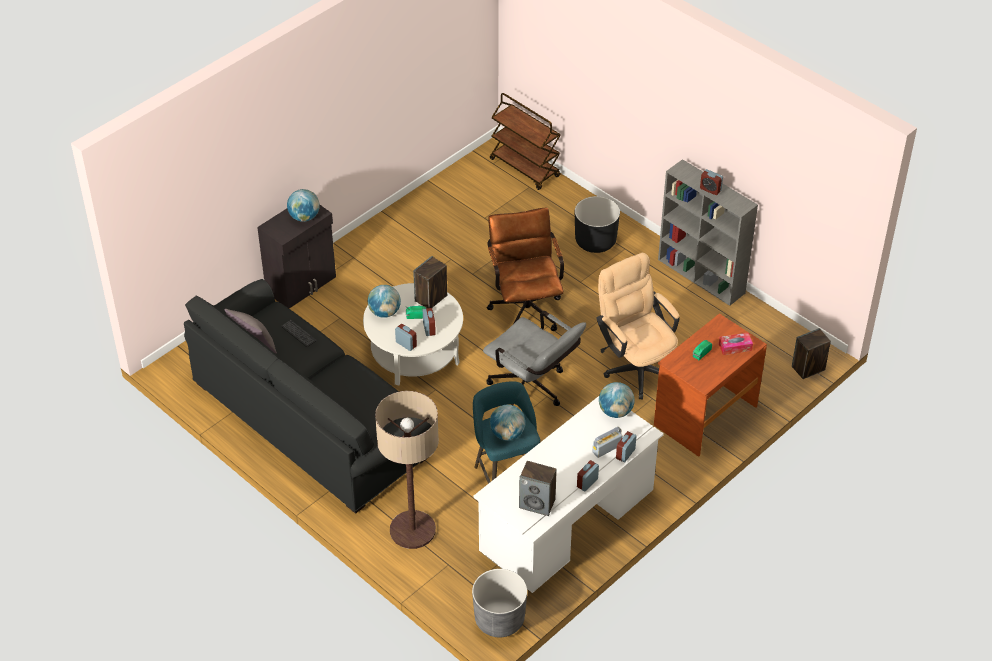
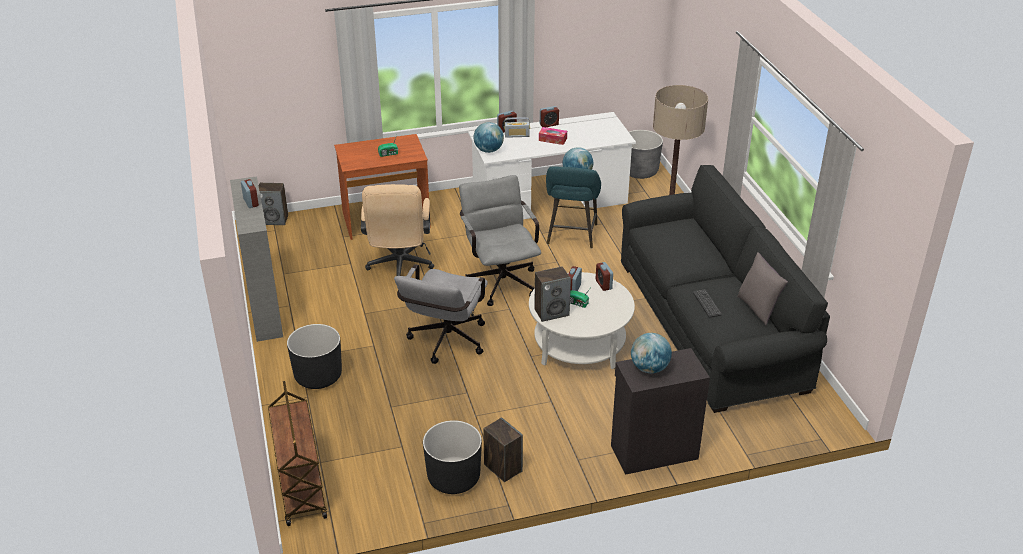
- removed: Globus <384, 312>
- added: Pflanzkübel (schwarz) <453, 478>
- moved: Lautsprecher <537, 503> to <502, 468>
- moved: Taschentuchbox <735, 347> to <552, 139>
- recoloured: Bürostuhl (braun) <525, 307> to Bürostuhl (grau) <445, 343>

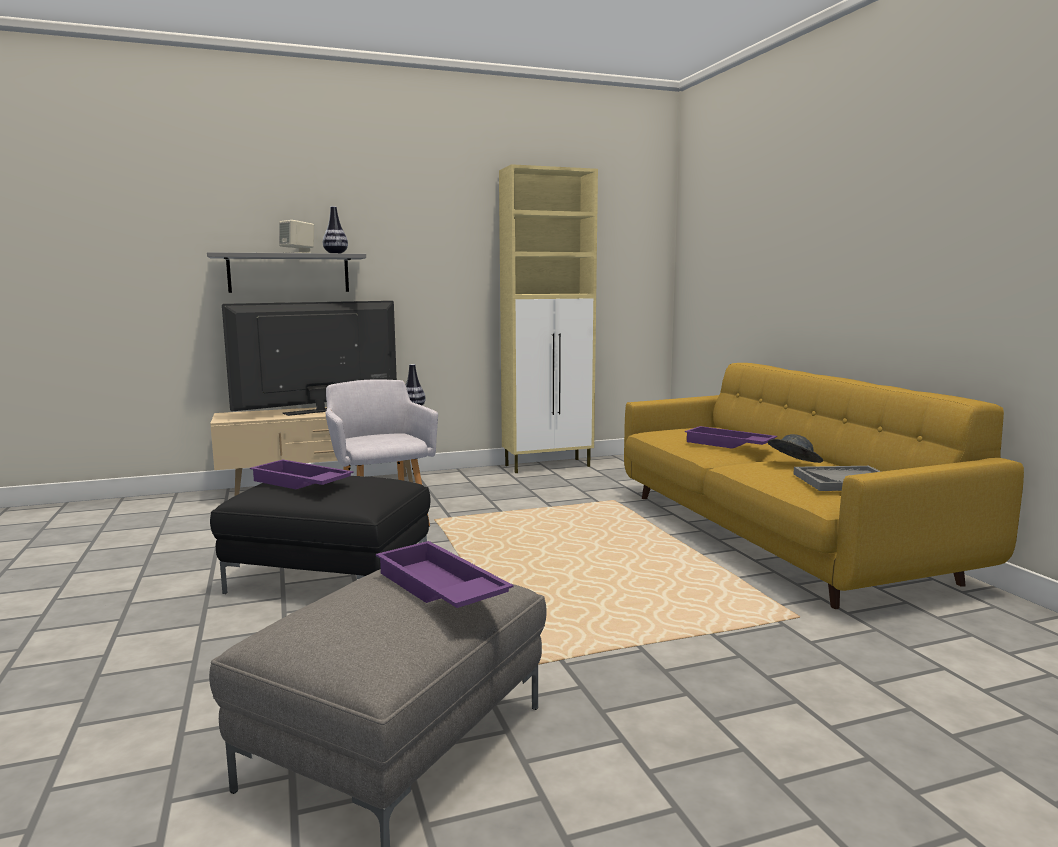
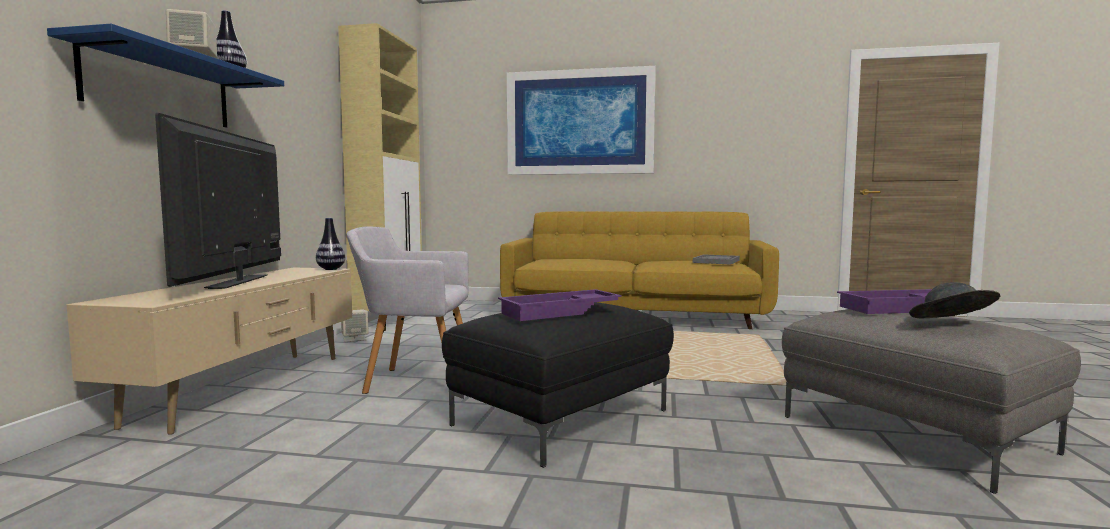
- removed: Tablett (lila) <728, 444>
- added: Lautsprecher (beige) <355, 339>
- added: Bild <579, 122>
- moved: Hut (grau) <793, 464> to <951, 324>
- recoloured: Wandregal (grau) <289, 273> to Wandregal (blau) <160, 88>

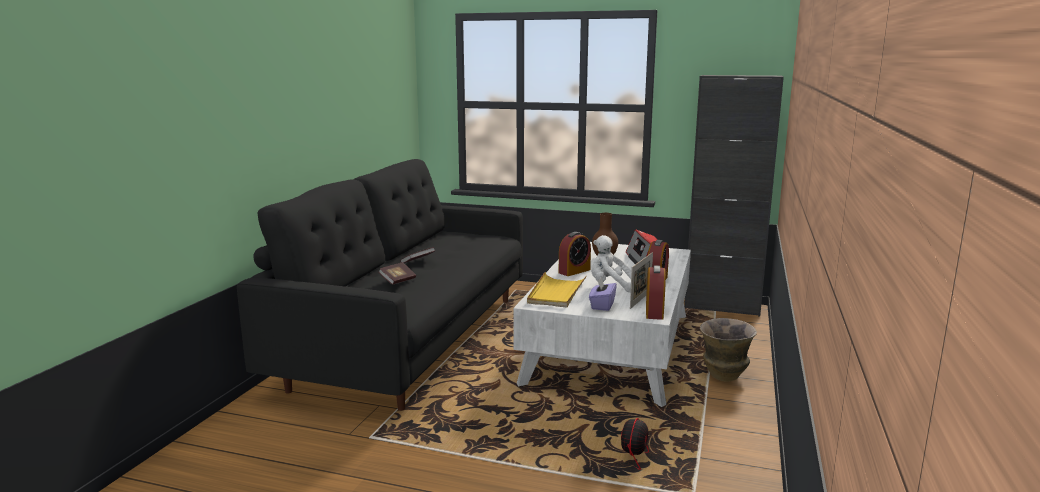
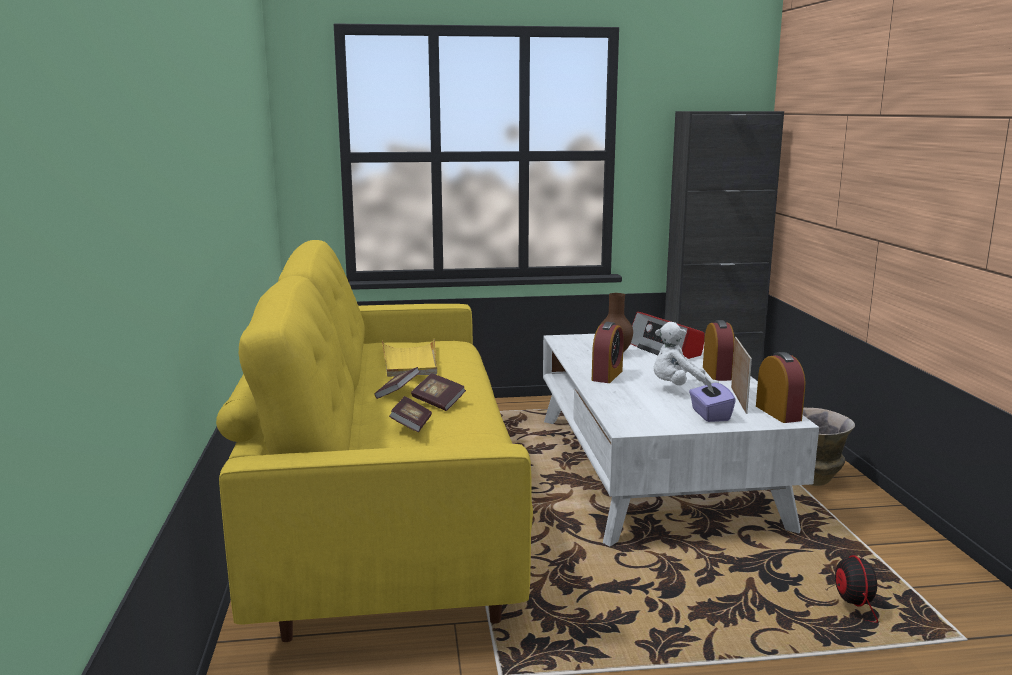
- added: Buch <438, 402>
- moved: Tablett (gelb) <556, 293> to <410, 361>
- recoloured: Sofa (schwarz) <410, 340> to Sofa (gelb) <387, 512>

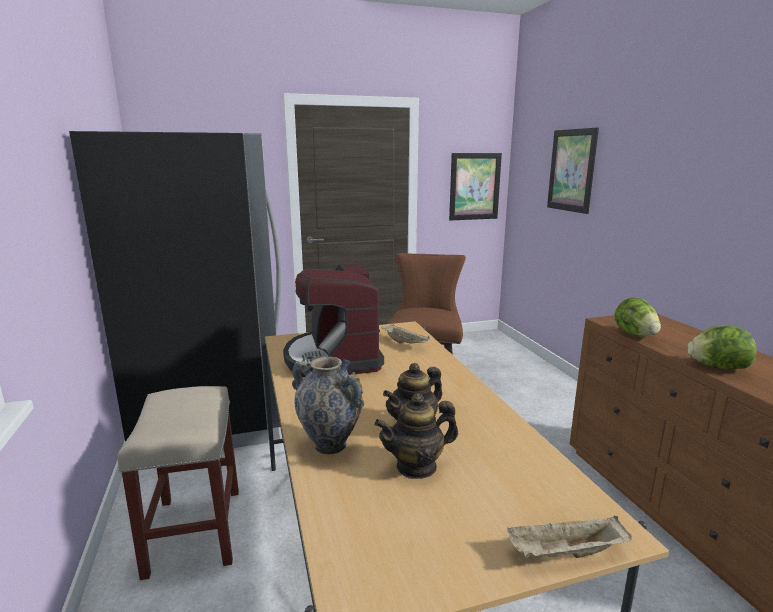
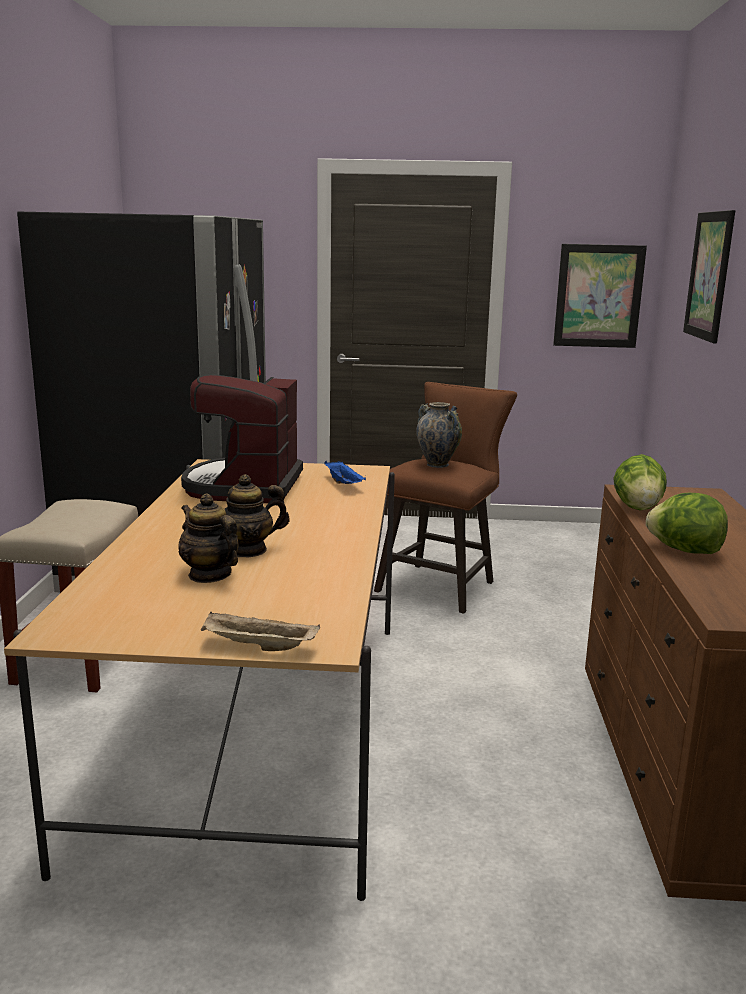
- moved: Vase <330, 445> to <437, 464>
- recoloured: Tablett (beige) <405, 343> to Tablett (blau) <344, 484>
- turned: Teekanne <416, 466> = <209, 575> 45 degrees clockwise

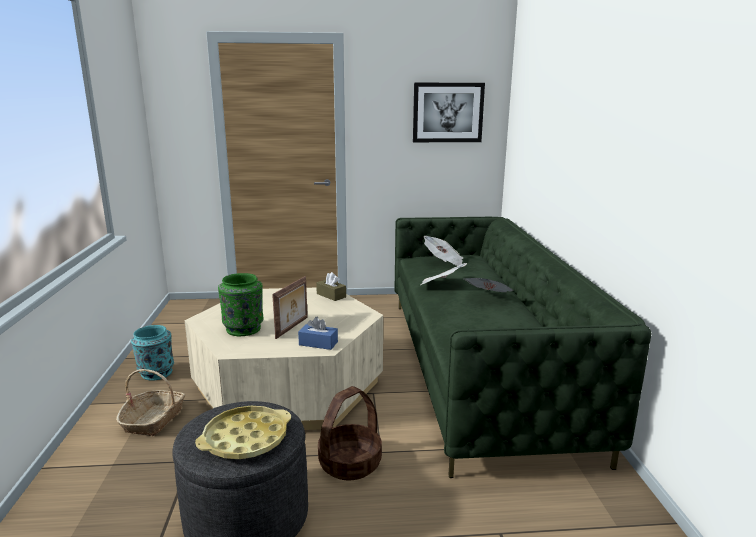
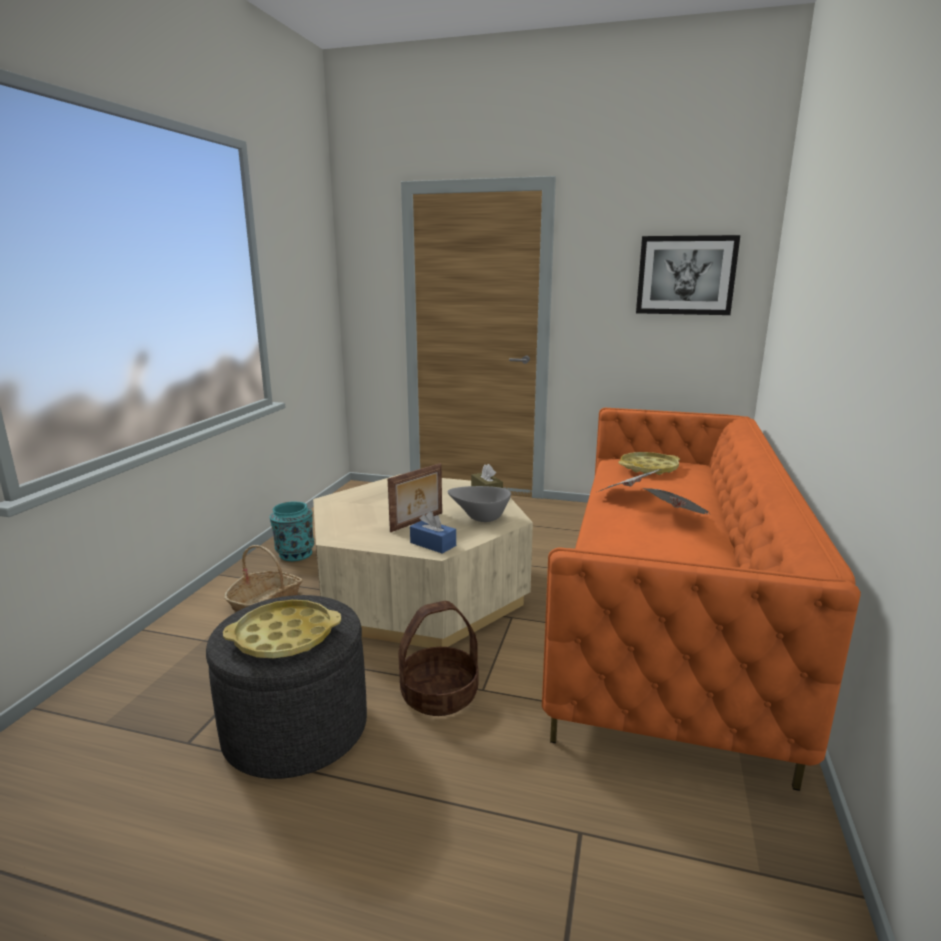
- removed: Vase (grün) <243, 328>
- added: Schüssel (grau) <479, 517>
- replaced: Zeitung <444, 262> to Tablett (gelb) <648, 468>
- recoloured: Sofa (grün) <479, 368> to Sofa (orange) <665, 611>

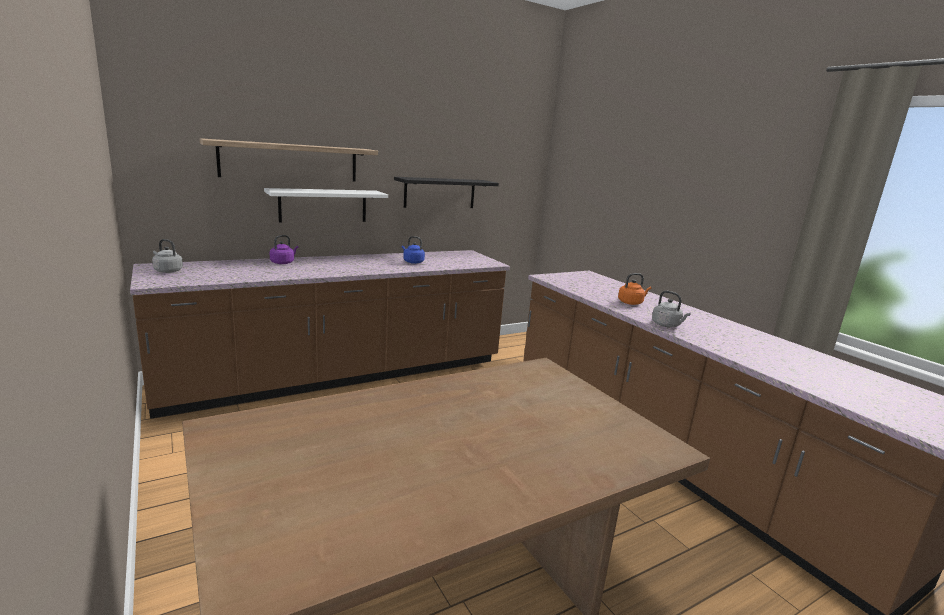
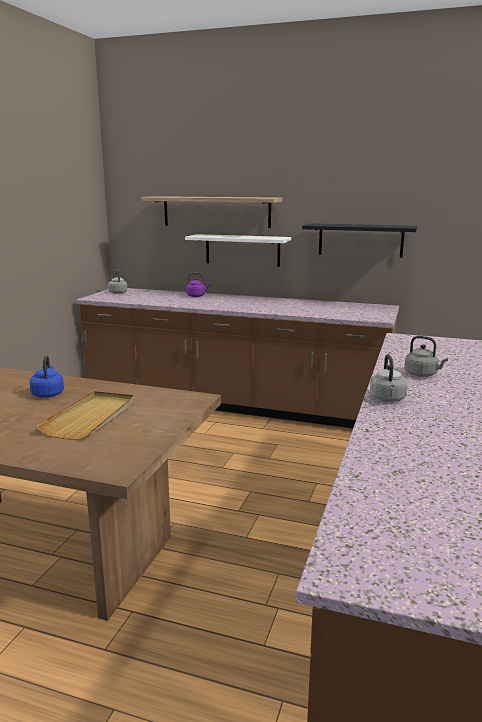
- added: Tablett (beige) <91, 418>
- moved: Wasserkessel (blau) <412, 262> to <48, 393>
- recoloured: Wasserkessel (orange) <631, 303> to Wasserkessel (grau) <422, 374>

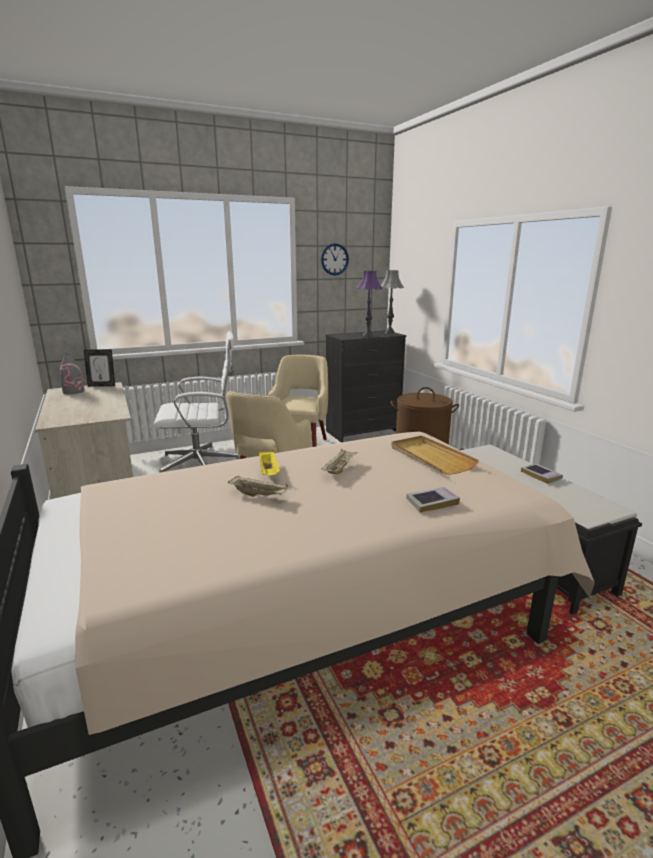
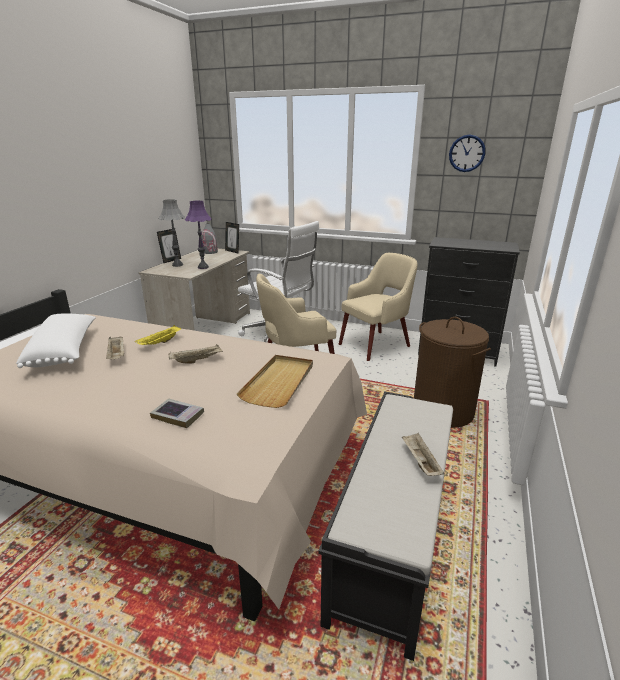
- added: Kissen (weiß) <65, 351>
- added: Bilderrahmen <171, 260>
- moved: Tischlampe (lila) <367, 335> to <203, 267>
- moved: Tischlampe (grau) <389, 333> to <177, 265>
- replaced: Buch <541, 476> to Tablett (beige) <420, 462>

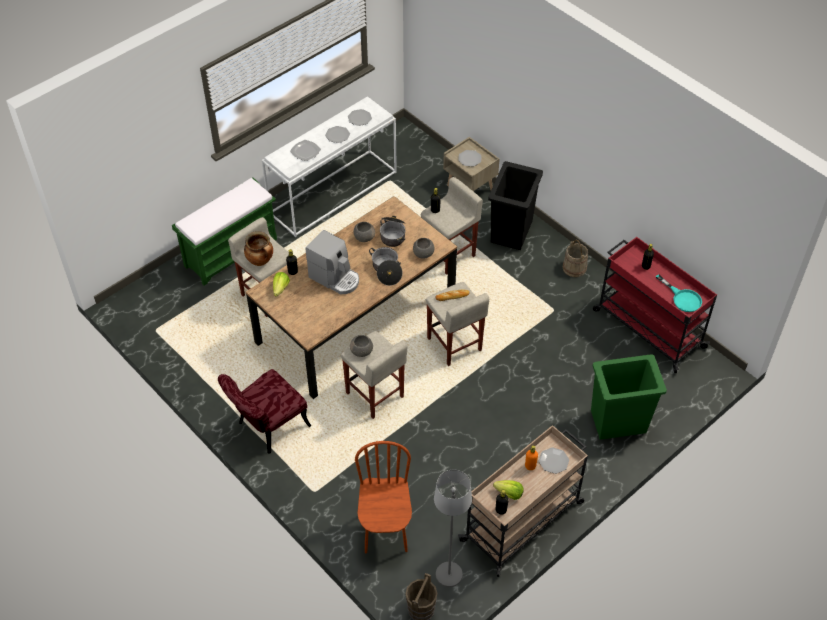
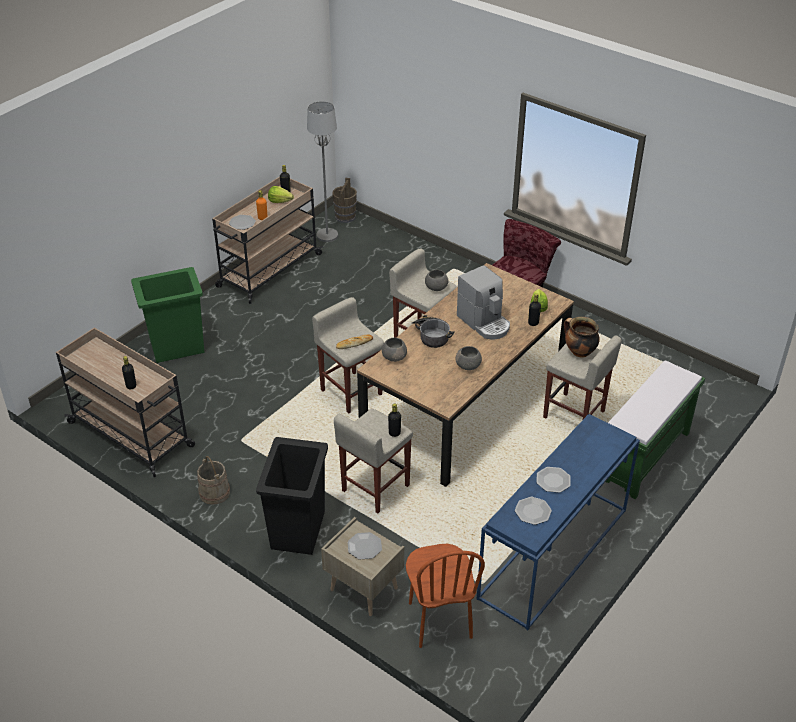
- removed: Teller <305, 151>
- removed: Kochtopf <393, 234>
- removed: Pfanne (türkis) <683, 298>
- moved: Stuhl (braun) <385, 531> to <439, 620>
- recoloured: Konsolentisch (weiß) <333, 192> to Konsolentisch (blau) <554, 555>
- recoloured: Rollwagen (rot) <647, 328> to Rollwagen (beige) <132, 435>
- turned: Kaffeemaschine <335, 278> = <484, 322> 150 degrees counterclockwise

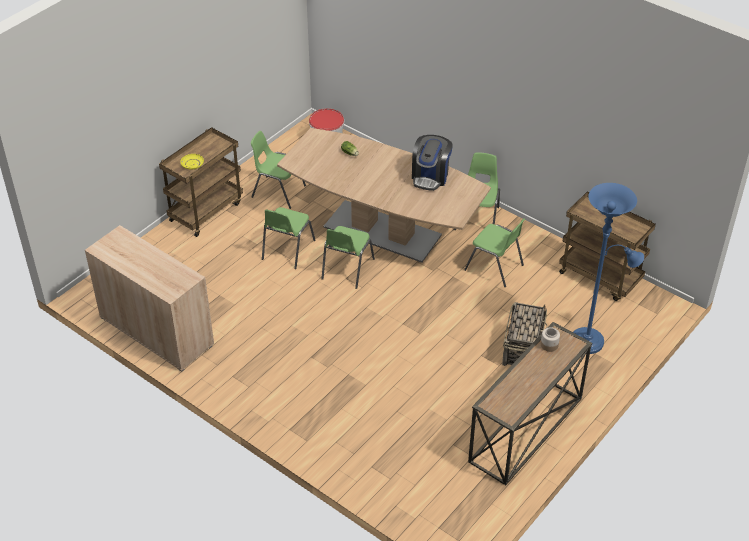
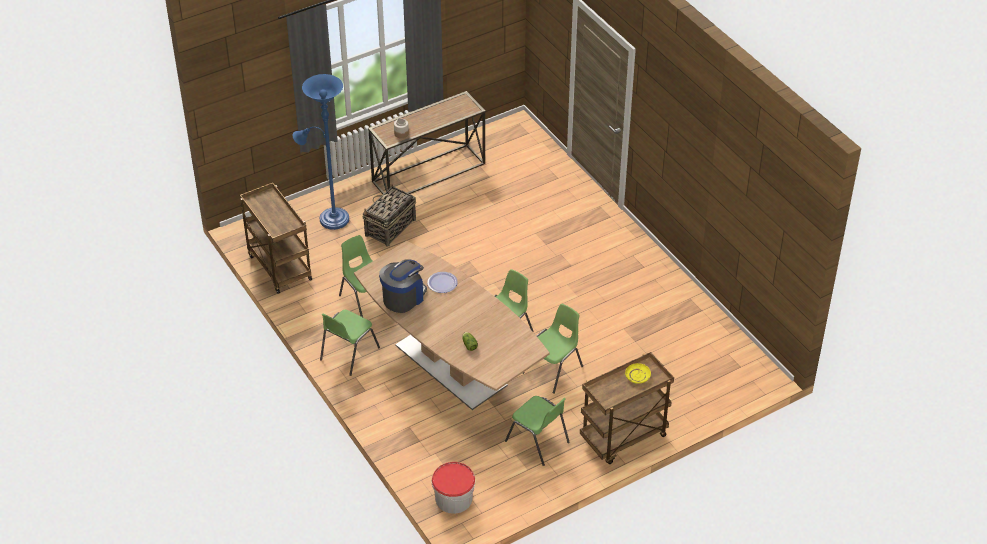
- removed: Schrank (beige) <156, 331>
- added: Teller <442, 283>

